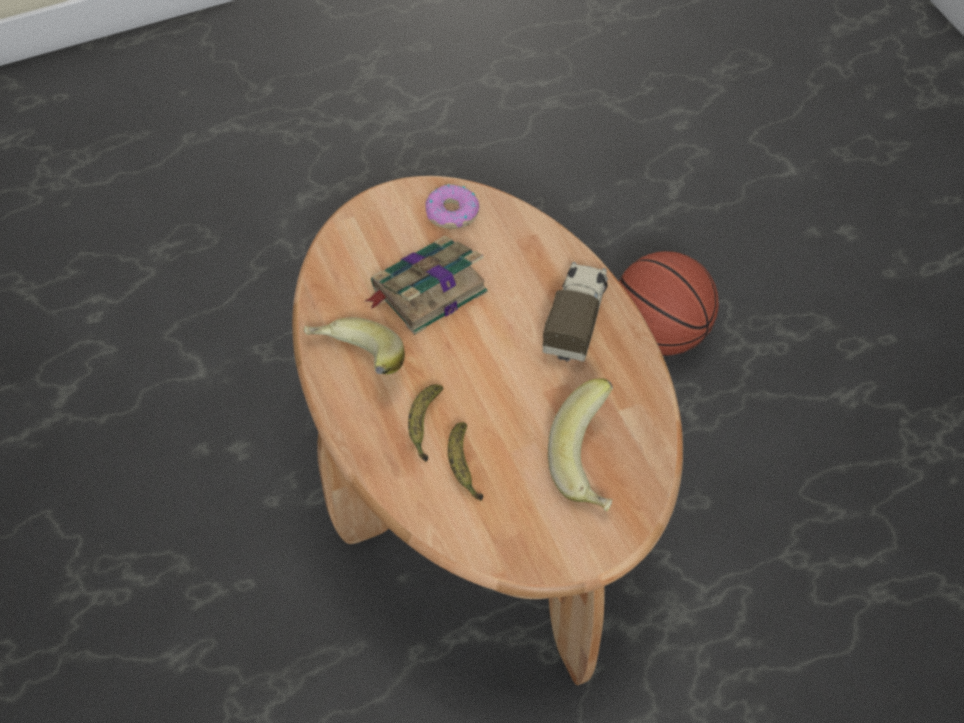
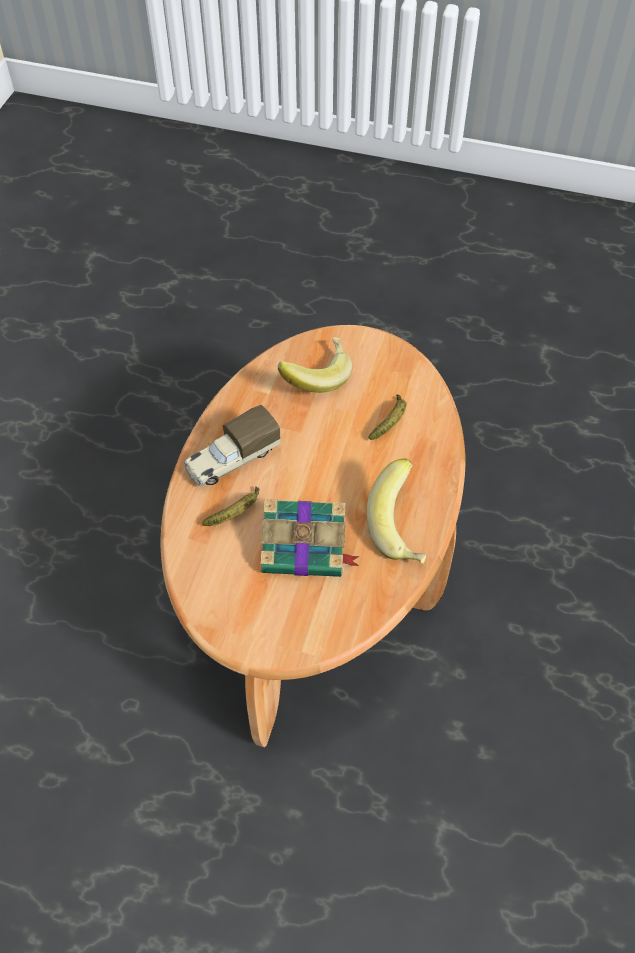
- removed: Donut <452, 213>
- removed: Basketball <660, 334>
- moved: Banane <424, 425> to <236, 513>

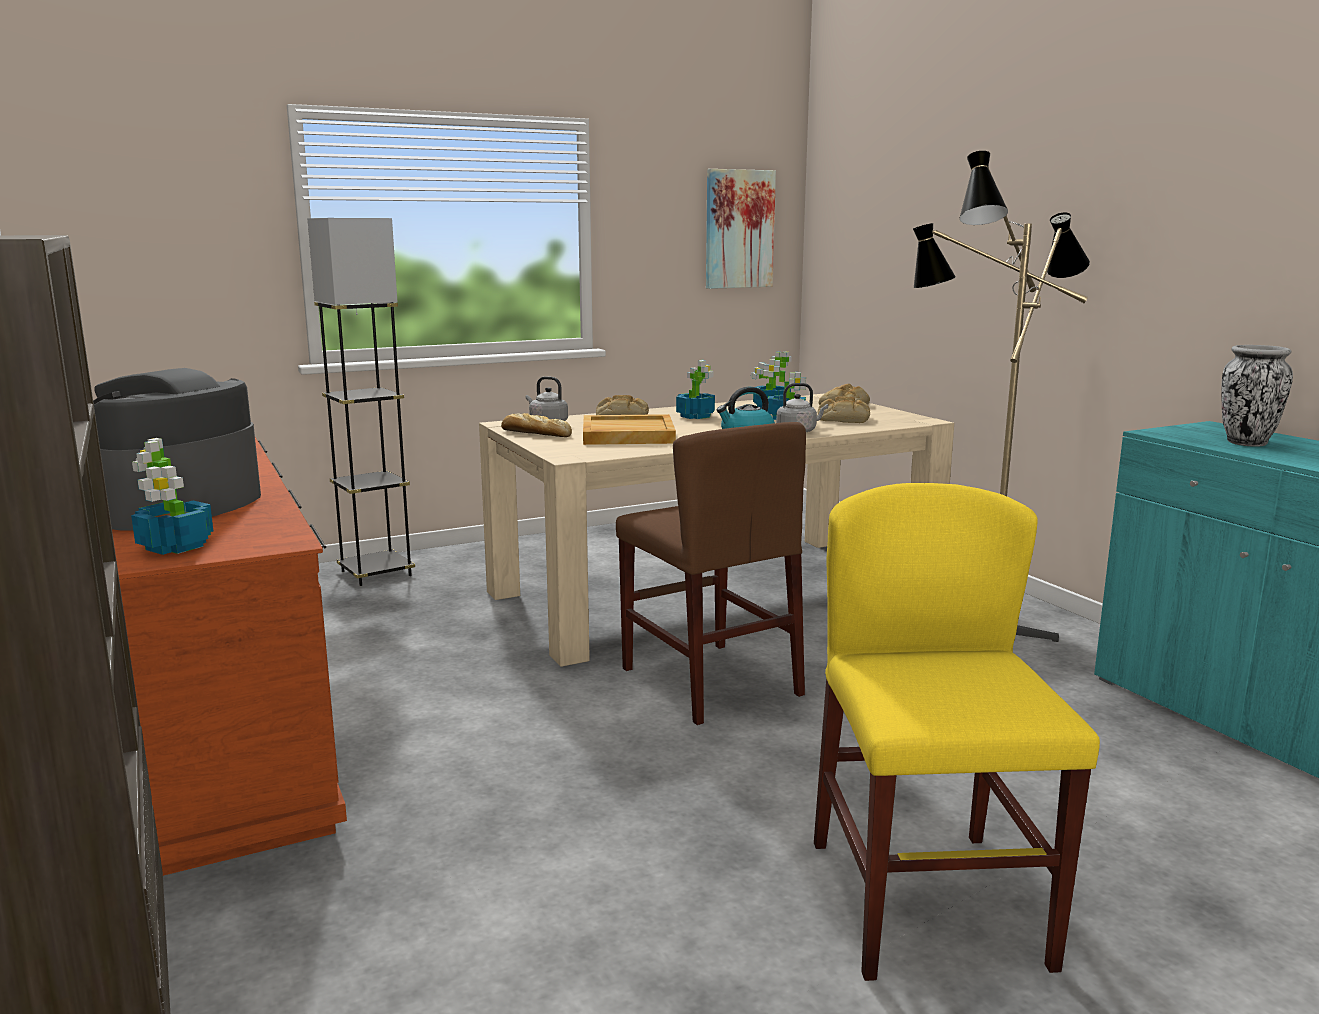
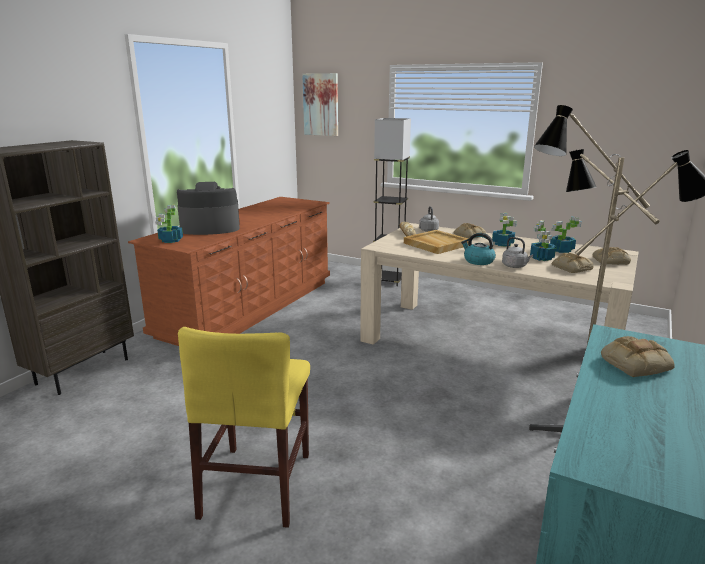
- removed: Stuhl (braun) <710, 681>
- moved: Bild <739, 229> to <321, 104>
- replaced: Vase <1246, 443> to Brot <635, 363>
- turned: Stuhl (gelb) <927, 902> = <257, 484> 135 degrees clockwise

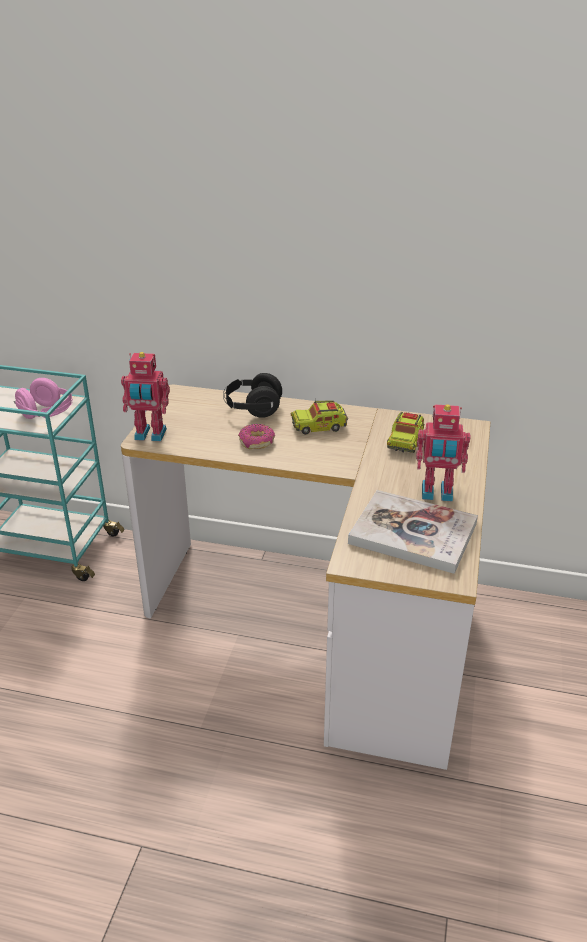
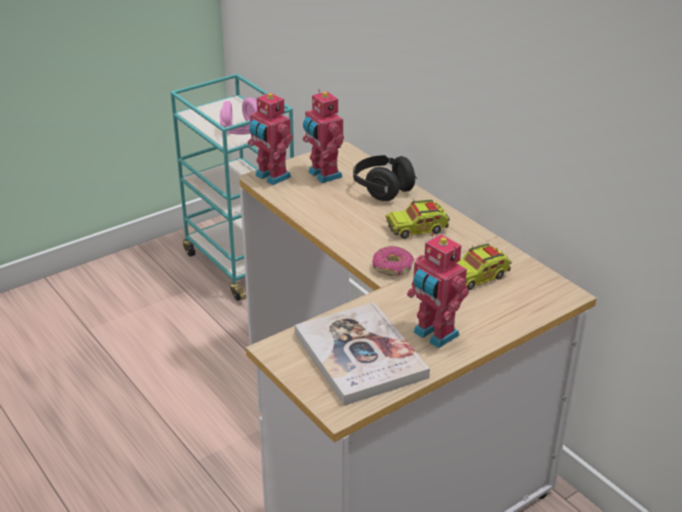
- added: Spielzeugroboter <323, 175>
- moved: Donut <257, 442> to <392, 267>
- turned: Spielzeuglaster <319, 426> = <417, 229> 45 degrees counterclockwise

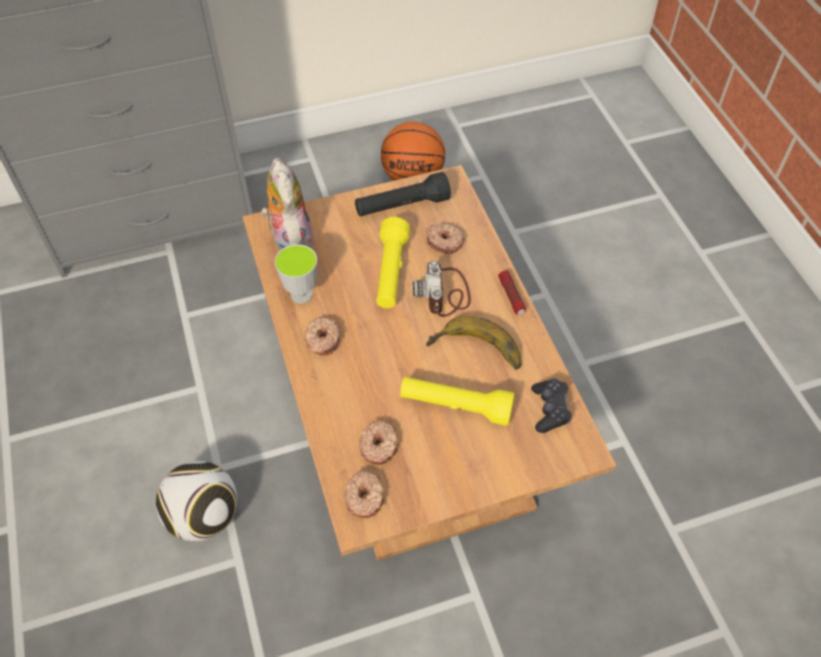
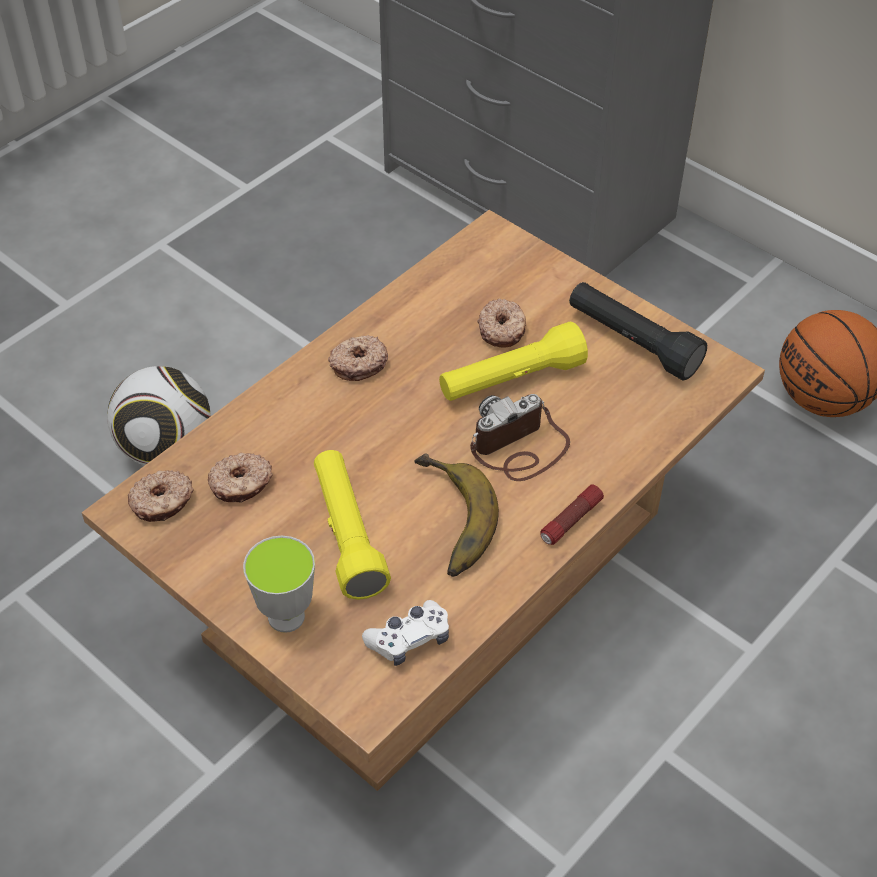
- removed: Plüschtier <290, 239>
- moved: Tasse <301, 295> to <286, 617>
- moved: Donut <444, 241> to <502, 329>
- recoloured: Gamepad (schwarz) <550, 409> to Gamepad (weiß) <409, 639>

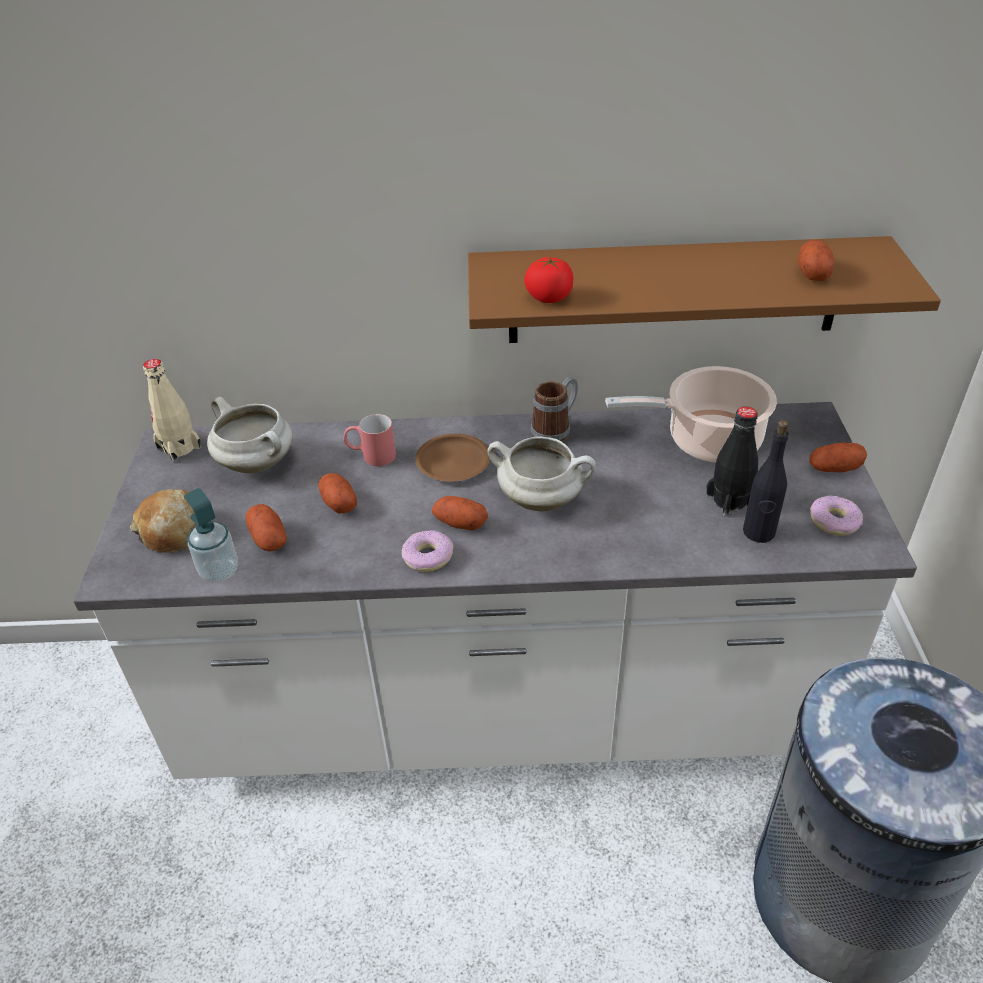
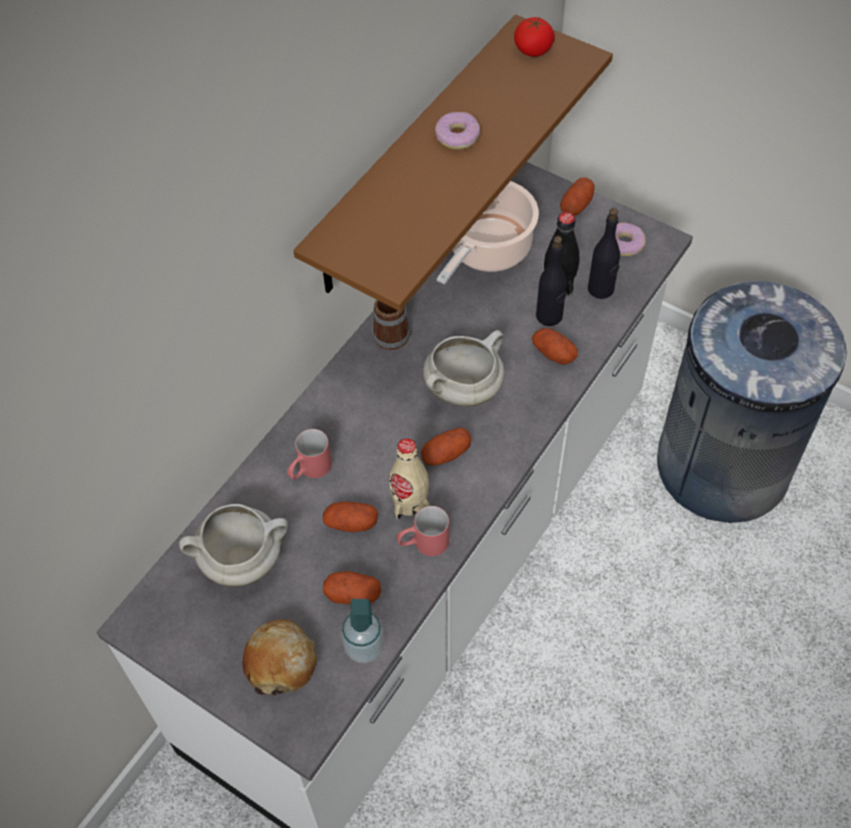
- removed: Teller (braun) <452, 462>
- added: Henkelbecher (rot) <423, 544>
- added: Flasche (schwarz) <549, 316>
- moved: Flasche (beige) <179, 448> to <409, 502>
- moved: Donut <427, 557> to <457, 136>
- moved: Tomate <549, 297> to <533, 50>
- moved: Kartoffel <812, 273> to <553, 353>

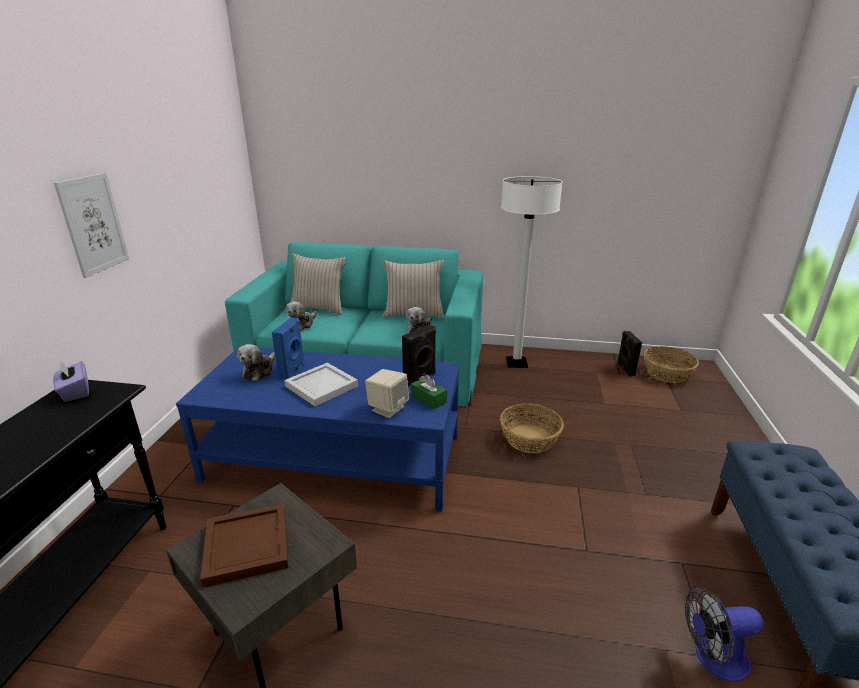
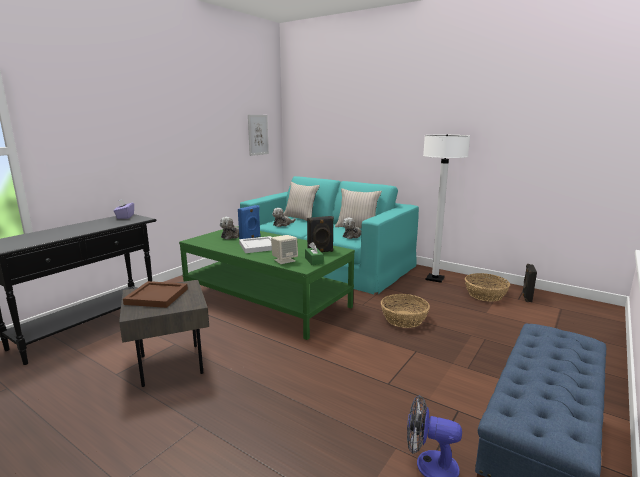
- moved: Bild <93, 224> to <258, 135>
- moved: Korb <667, 373> to <485, 295>
- recoloured: Couchtisch (blau) <335, 457> to Couchtisch (grün) <266, 301>

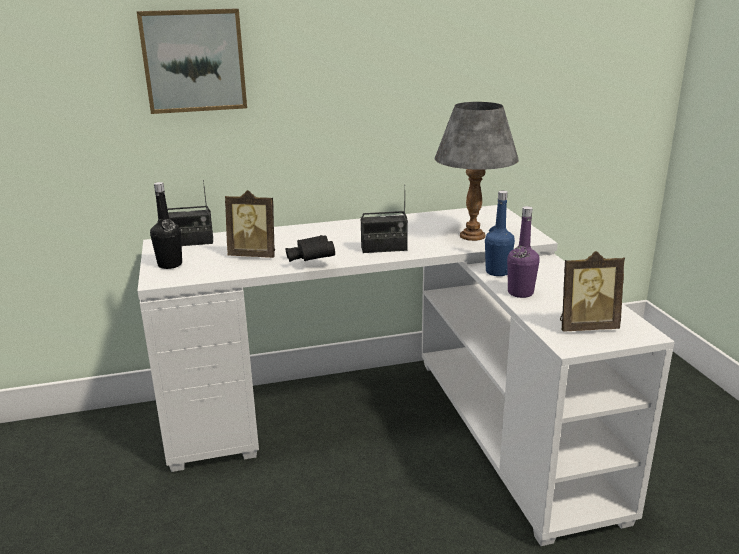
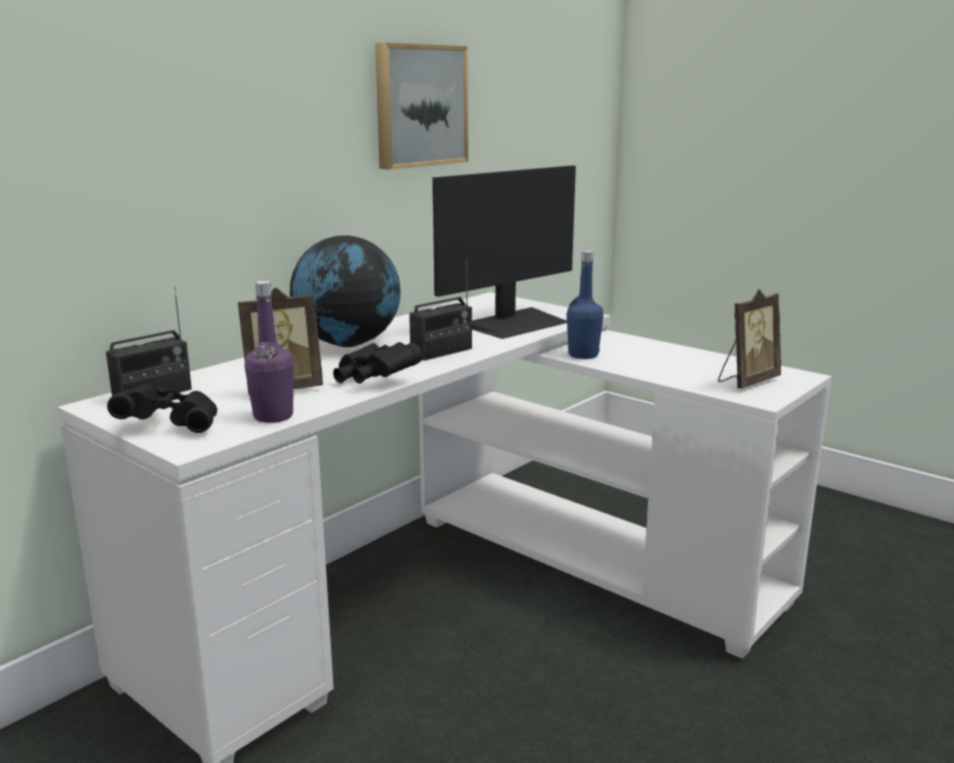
- added: Globus <349, 344>
- moved: Bild <194, 60> to <419, 106>
- moved: Flasche (lila) <520, 293> to <273, 416>
- replaced: Flasche (schwarz) <170, 264> to Fernglas (schwarz) <170, 425>
- replaced: Tischlampe (grau) <472, 236> to Monitor <516, 323>

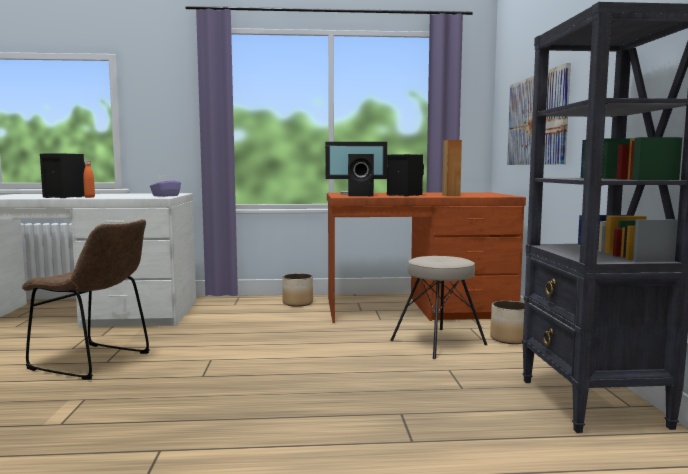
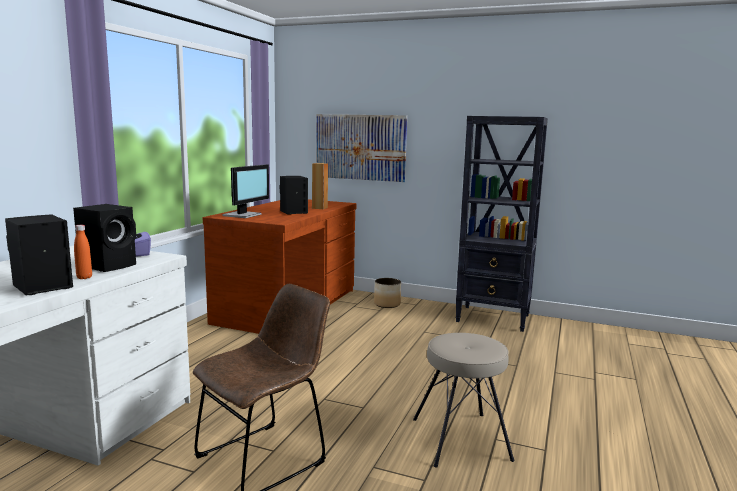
- removed: Pflanzkübel <297, 303>
- moved: Lautsprecher (schwarz) <362, 195> to <110, 265>
- moved: Hocker (beige) <439, 343> to <461, 438>

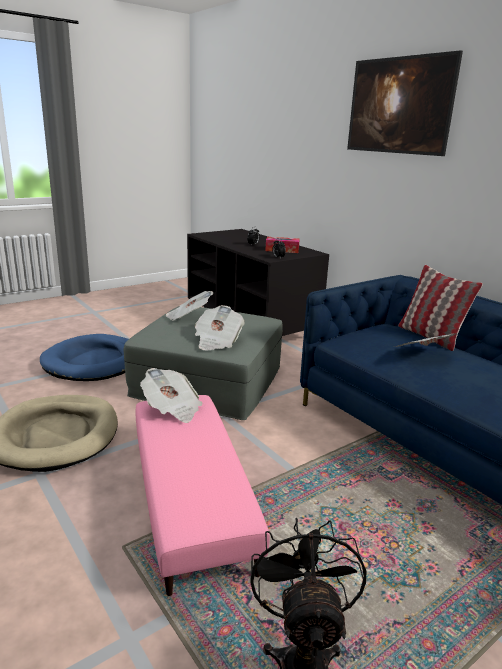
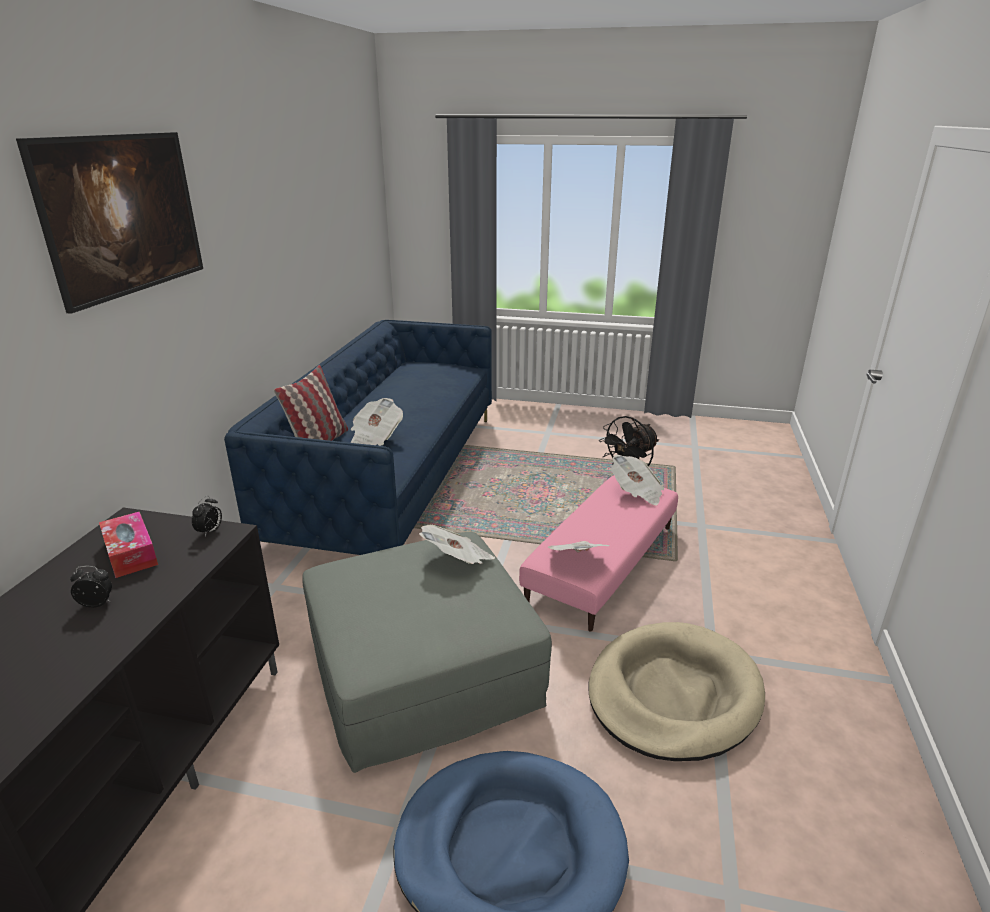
- moved: Zeitung <188, 317> to <636, 493>

